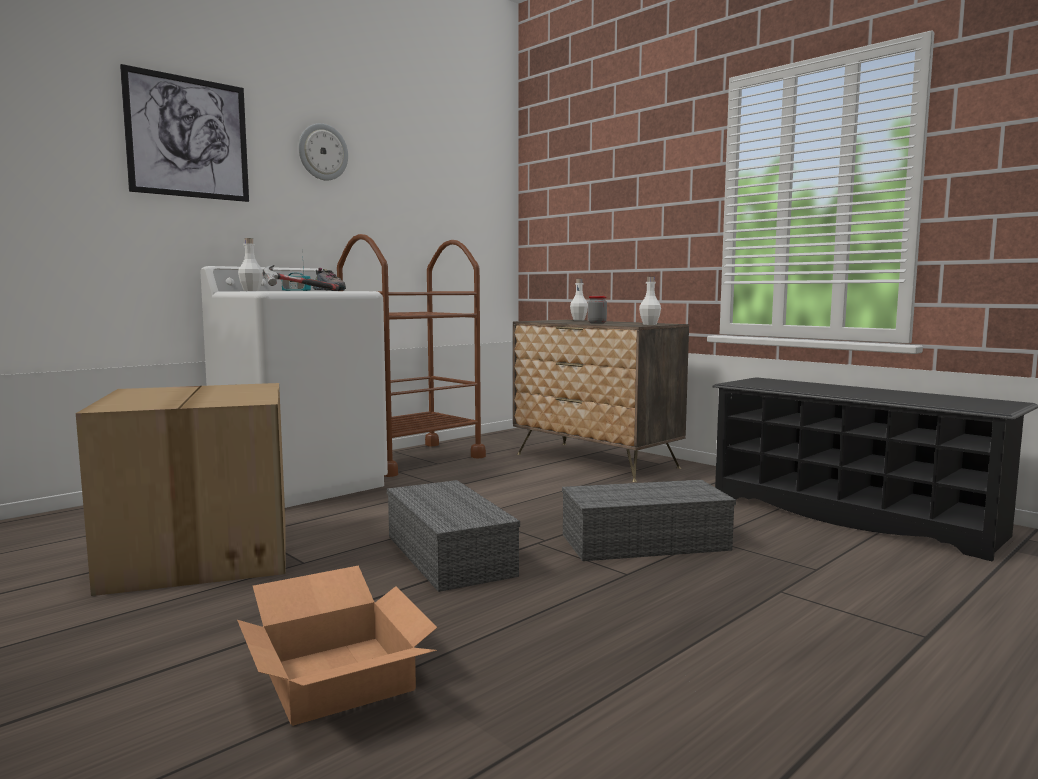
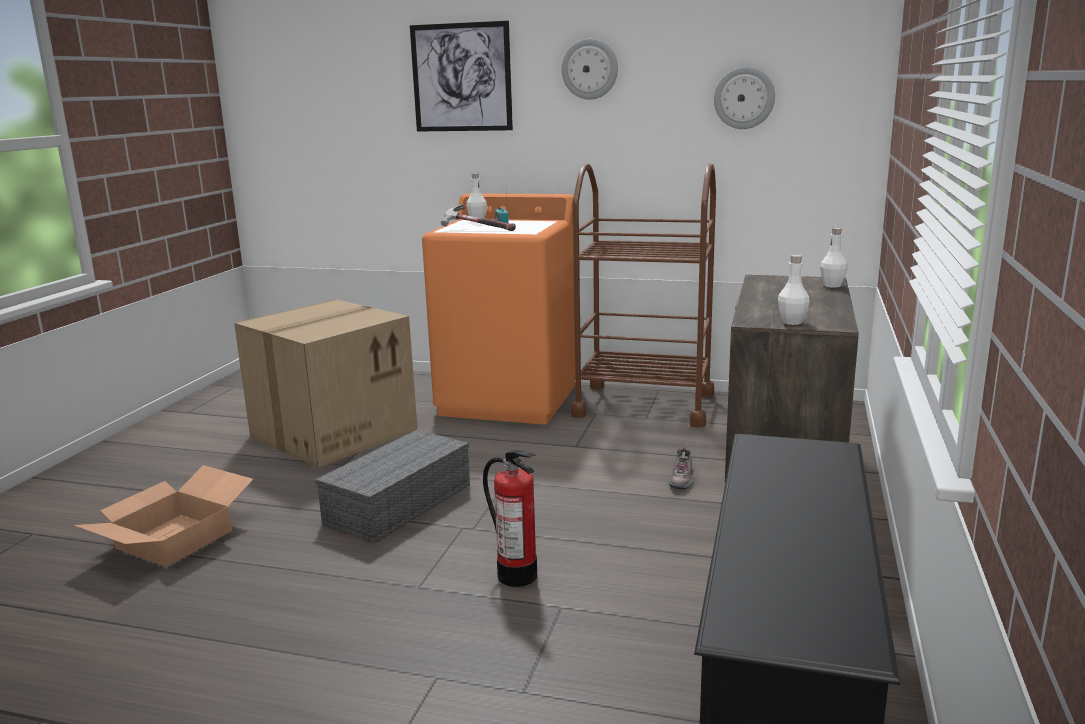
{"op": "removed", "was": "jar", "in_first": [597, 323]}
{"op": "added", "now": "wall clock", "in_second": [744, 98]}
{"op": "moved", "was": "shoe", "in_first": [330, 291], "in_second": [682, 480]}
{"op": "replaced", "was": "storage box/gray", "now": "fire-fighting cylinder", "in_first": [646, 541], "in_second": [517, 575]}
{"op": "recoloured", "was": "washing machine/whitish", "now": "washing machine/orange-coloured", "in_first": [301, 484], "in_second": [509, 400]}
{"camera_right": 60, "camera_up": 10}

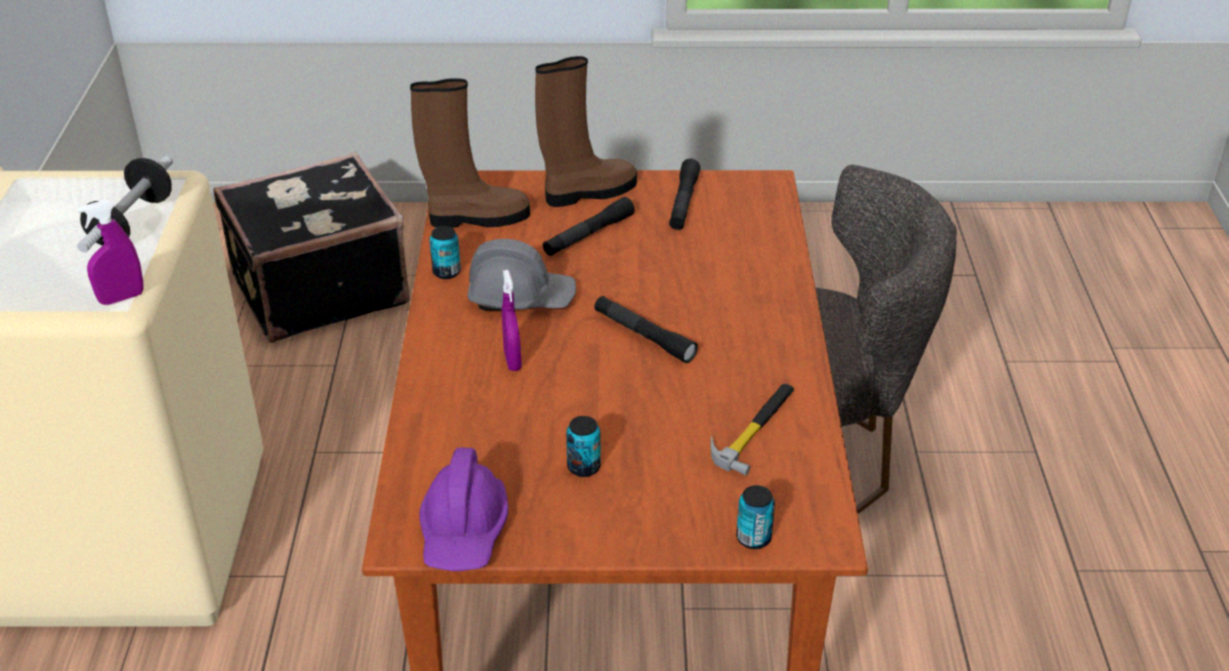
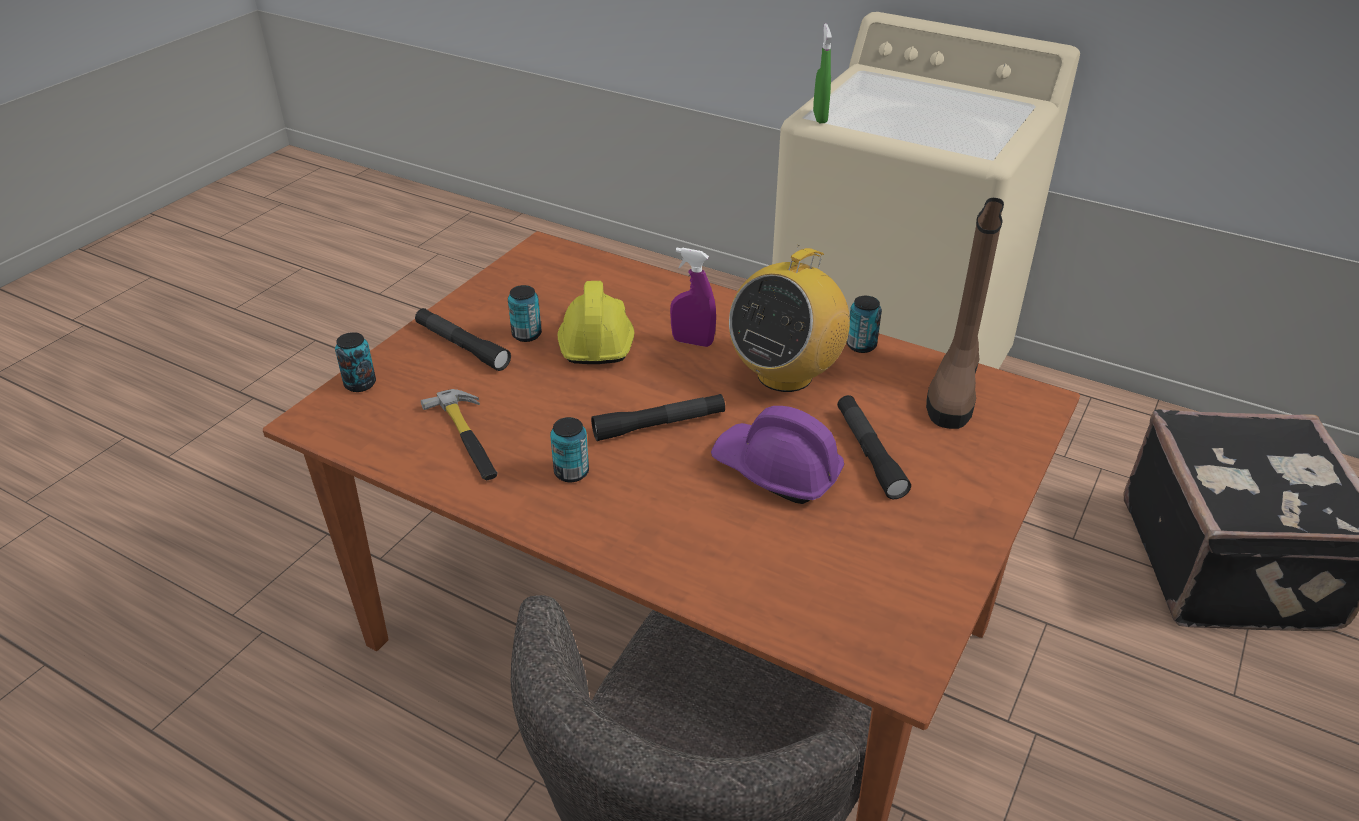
{"op": "removed", "was": "hand weight", "in_first": [132, 223]}
{"op": "removed", "was": "tall boot/brown-coloured", "in_first": [588, 192]}
{"op": "added", "now": "metal can", "in_second": [571, 472]}
{"op": "added", "now": "work helmet/yellow", "in_second": [596, 339]}
{"op": "moved", "was": "work helmet/purple-coloured", "in_first": [464, 530], "in_second": [776, 471]}
{"op": "moved", "was": "flashlight/black-coloured", "in_first": [683, 202], "in_second": [462, 346]}
{"op": "replaced", "was": "work helmet/gray", "now": "radio set", "in_first": [521, 297], "in_second": [785, 374]}
{"op": "recoloured", "was": "sprayer/purple-coloured", "now": "sprayer/green", "in_first": [122, 298], "in_second": [820, 117]}
{"camera_right": 120, "camera_up": 0}

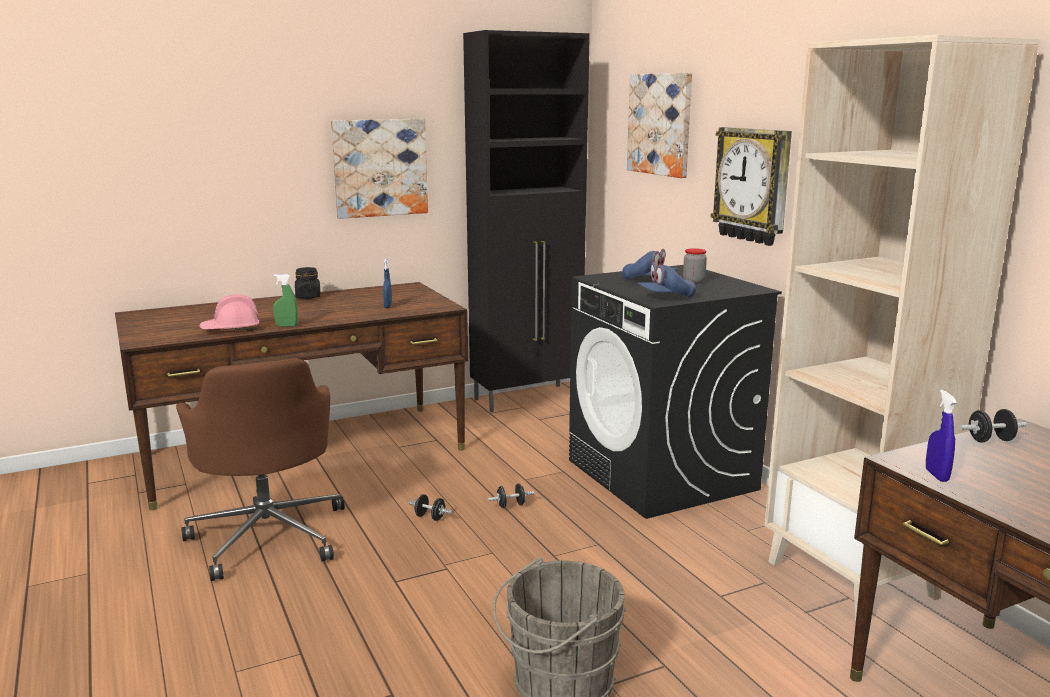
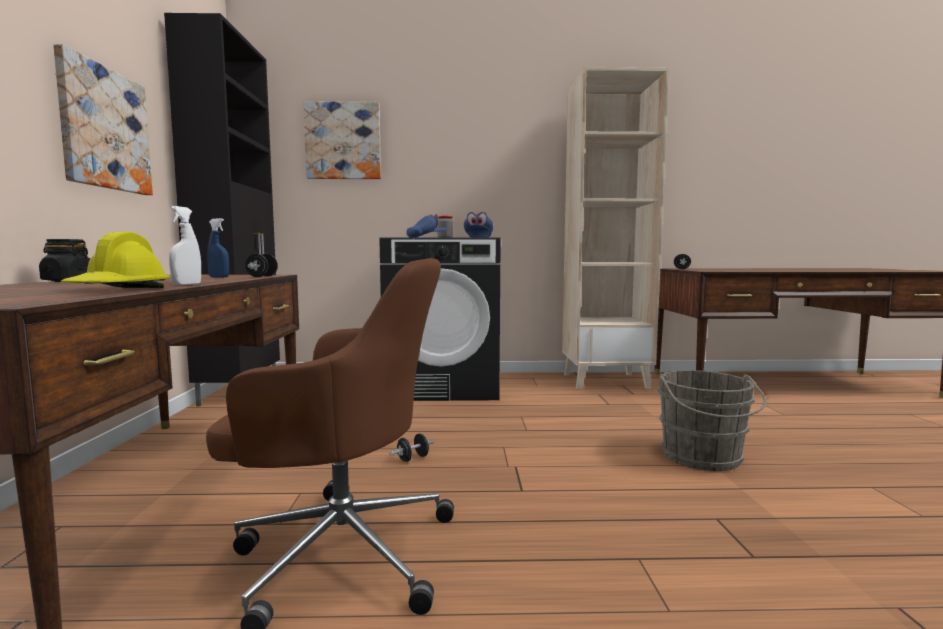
{"op": "removed", "was": "wall clock", "in_first": [753, 185]}
{"op": "removed", "was": "sprayer/blue", "in_first": [936, 475]}
{"op": "moved", "was": "hand weight/black-coloured", "in_first": [511, 505], "in_second": [262, 276]}
{"op": "recoloured", "was": "work helmet/pink-coloured", "now": "work helmet/yellow", "in_first": [231, 329], "in_second": [120, 290]}
{"op": "recoloured", "was": "sprayer/green", "now": "sprayer/whitish", "in_first": [286, 326], "in_second": [186, 284]}
{"camera_right": -65, "camera_up": -10}

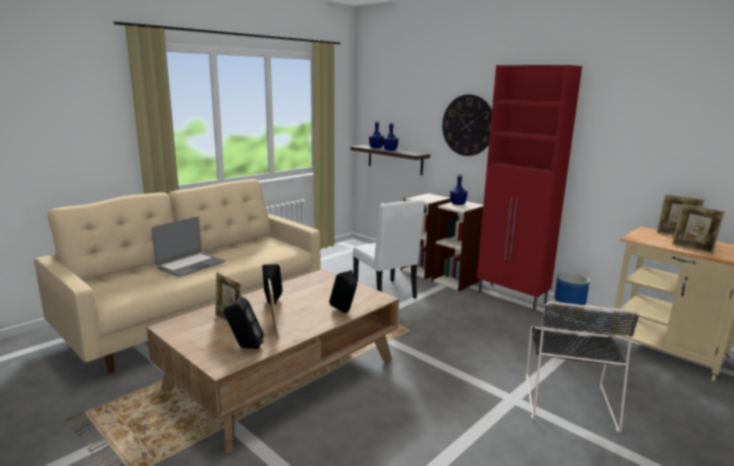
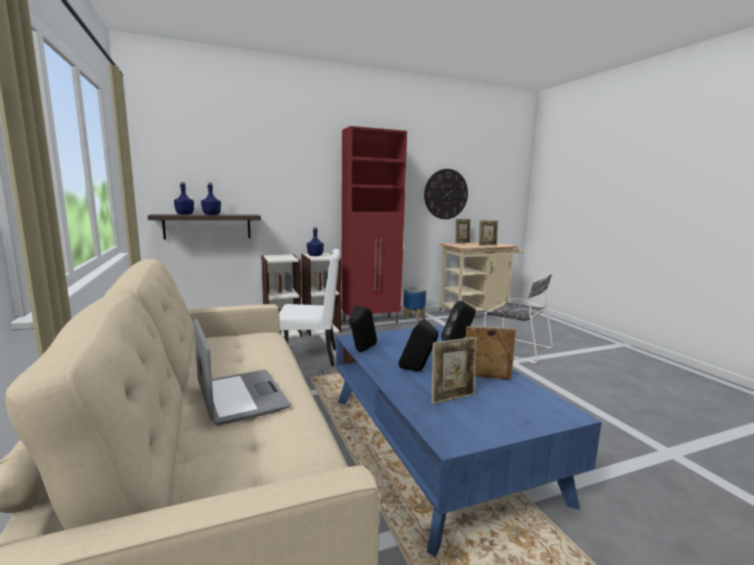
{"op": "moved", "was": "speaker/black-coloured", "in_first": [244, 347], "in_second": [361, 352]}
{"op": "moved", "was": "wall clock", "in_first": [468, 125], "in_second": [446, 194]}
{"op": "recoloured", "was": "low table/brown-coloured", "now": "low table/blue", "in_first": [284, 374], "in_second": [435, 443]}
{"camera_right": -65, "camera_up": -5}

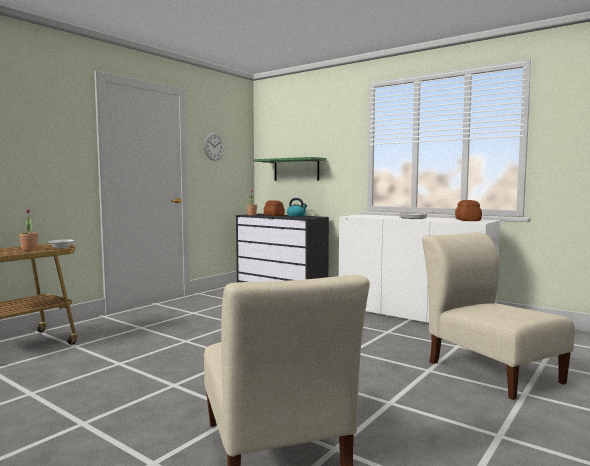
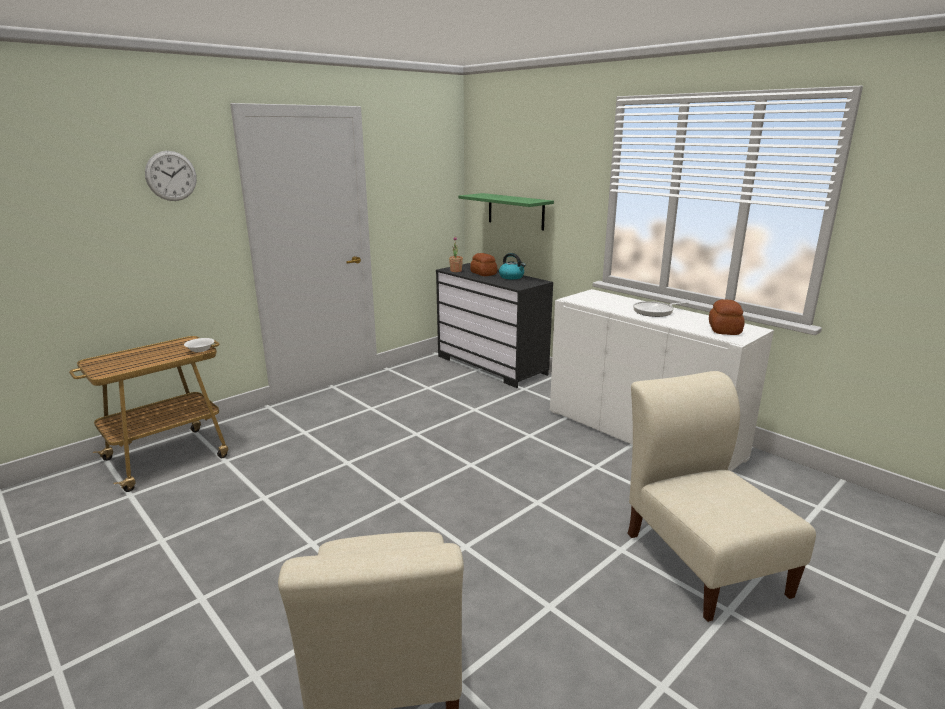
{"op": "removed", "was": "houseplant", "in_first": [29, 249]}
{"op": "moved", "was": "wall clock", "in_first": [214, 146], "in_second": [171, 176]}
{"camera_right": 10, "camera_up": 15}

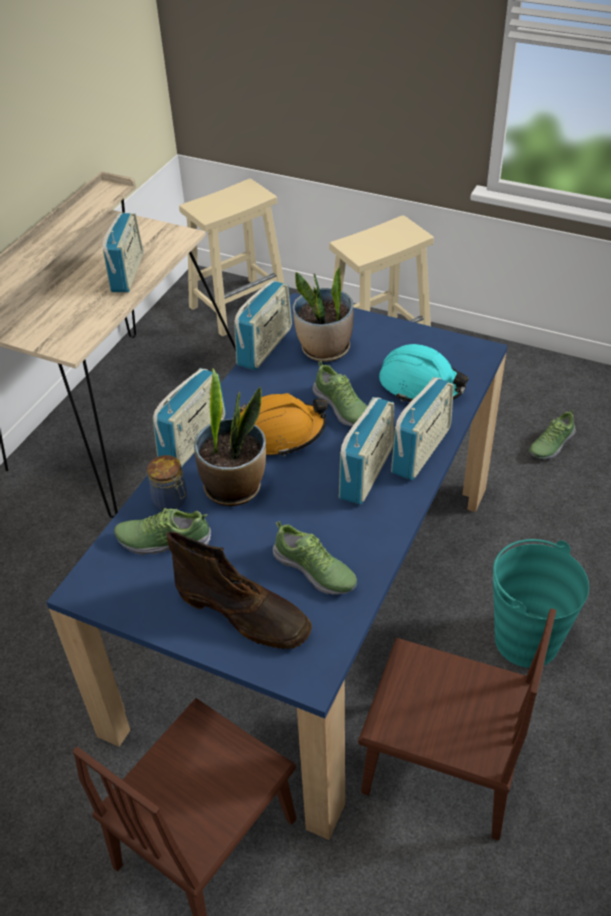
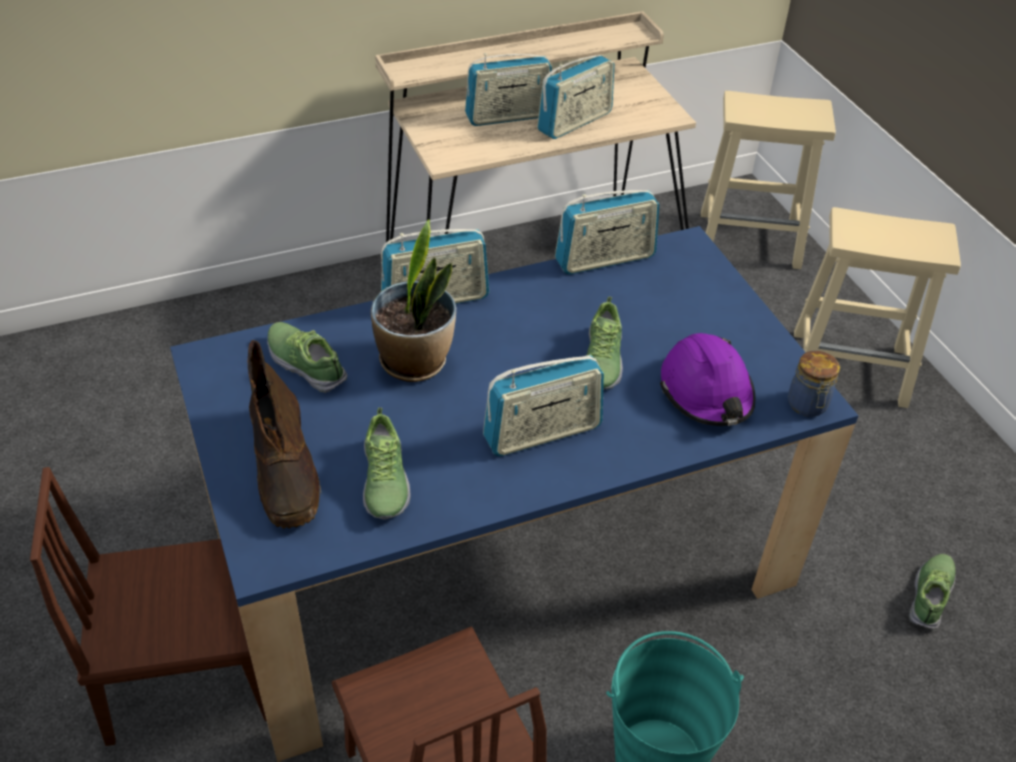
{"op": "removed", "was": "work helmet/orange-coloured", "in_first": [280, 433]}
{"op": "removed", "was": "houseplant", "in_first": [324, 349]}
{"op": "moved", "was": "jar", "in_first": [171, 500], "in_second": [807, 405]}
{"op": "moved", "was": "radio set", "in_first": [421, 450], "in_second": [508, 116]}
{"op": "recoloured", "was": "work helmet/turquoise", "now": "work helmet/purple-coloured", "in_first": [421, 385], "in_second": [706, 392]}
{"op": "turned", "was": "shoe", "in_first": [550, 444], "in_second": [931, 596], "clockwise": 120}
{"camera_right": 40, "camera_up": 0}

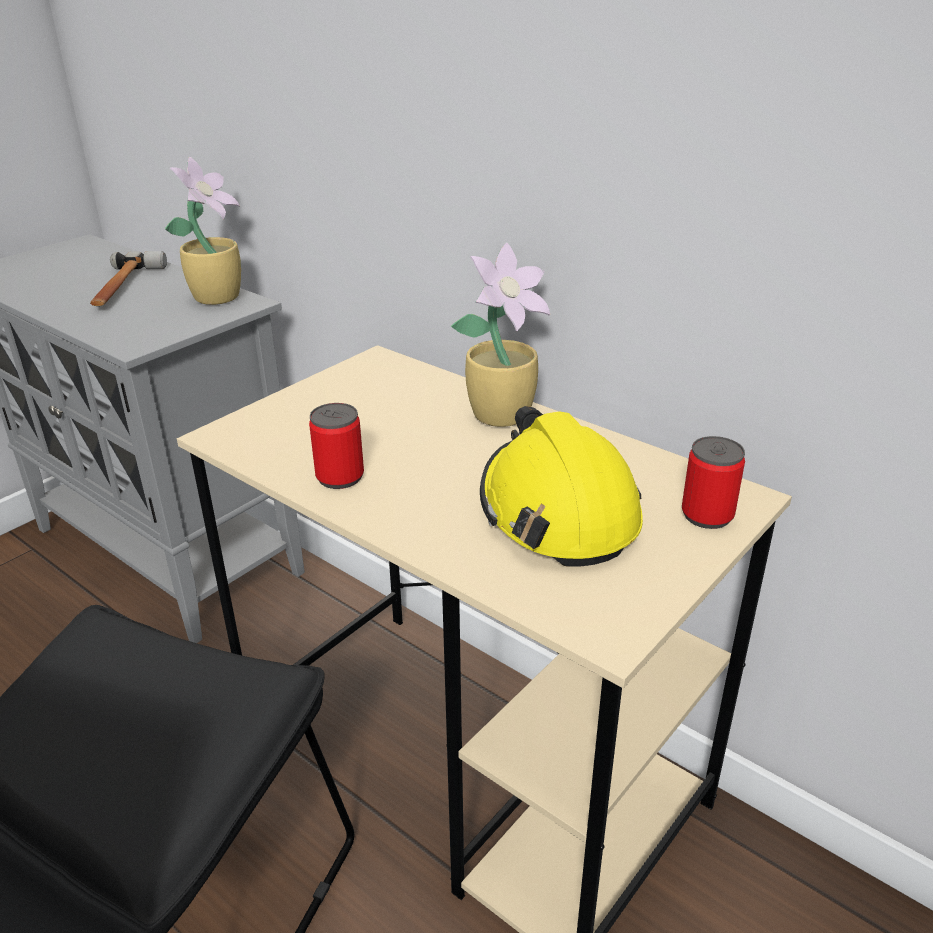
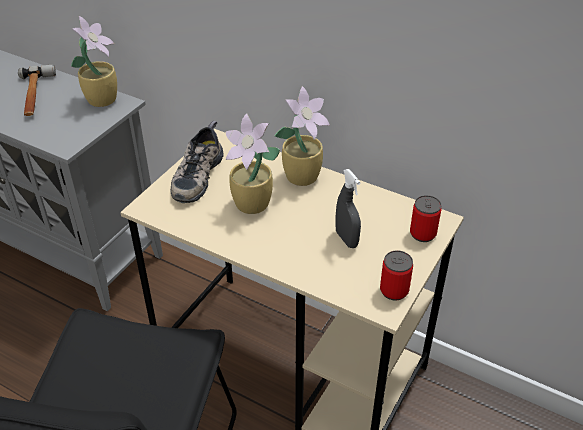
{"op": "added", "now": "shoe", "in_second": [196, 174]}
{"op": "added", "now": "houseplant", "in_second": [253, 205]}
{"op": "moved", "was": "metal can", "in_first": [340, 477], "in_second": [394, 290]}
{"op": "replaced", "was": "work helmet/yellow", "now": "sprayer/gray", "in_first": [557, 510], "in_second": [346, 239]}
{"camera_right": -10, "camera_up": 10}

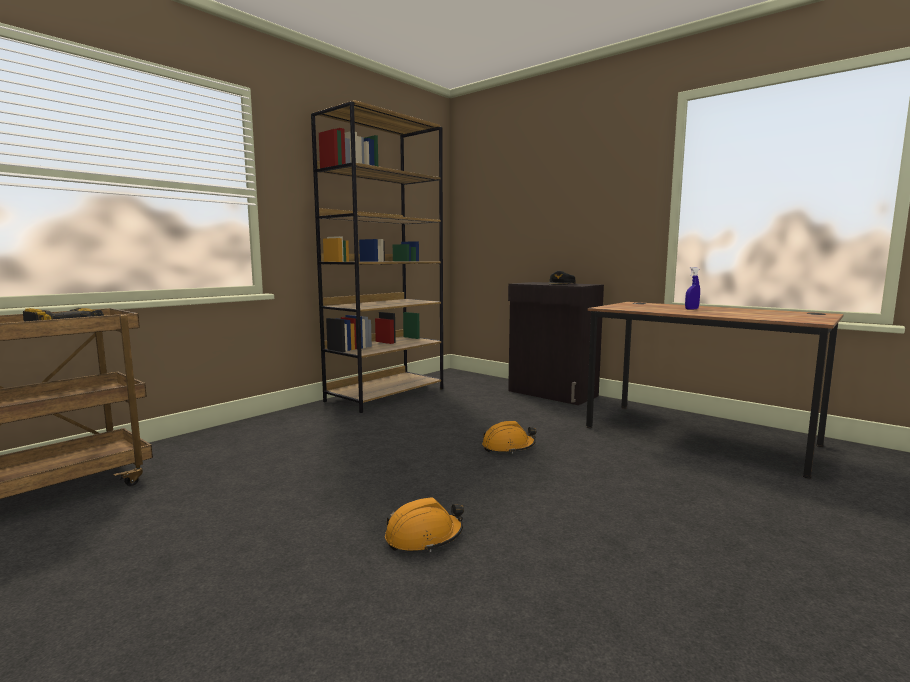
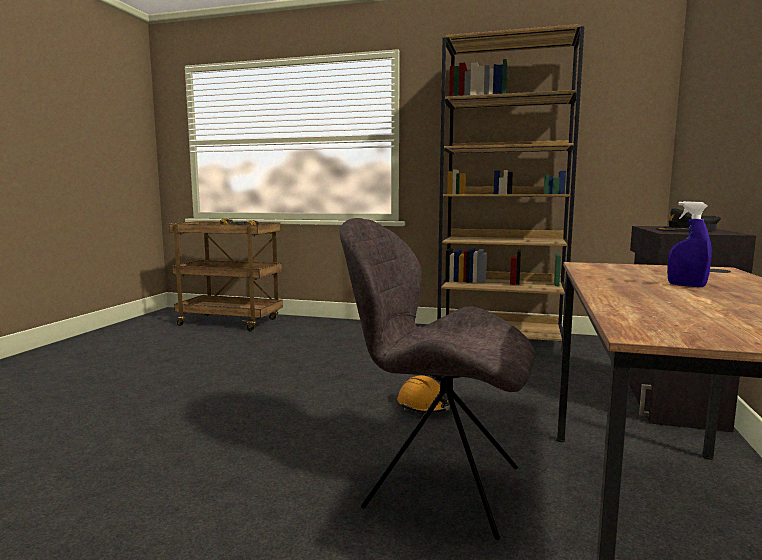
{"op": "removed", "was": "work helmet/orange-coloured", "in_first": [424, 537]}
{"op": "added", "now": "upright chair/gray", "in_second": [437, 485]}
{"camera_right": 65, "camera_up": 0}

